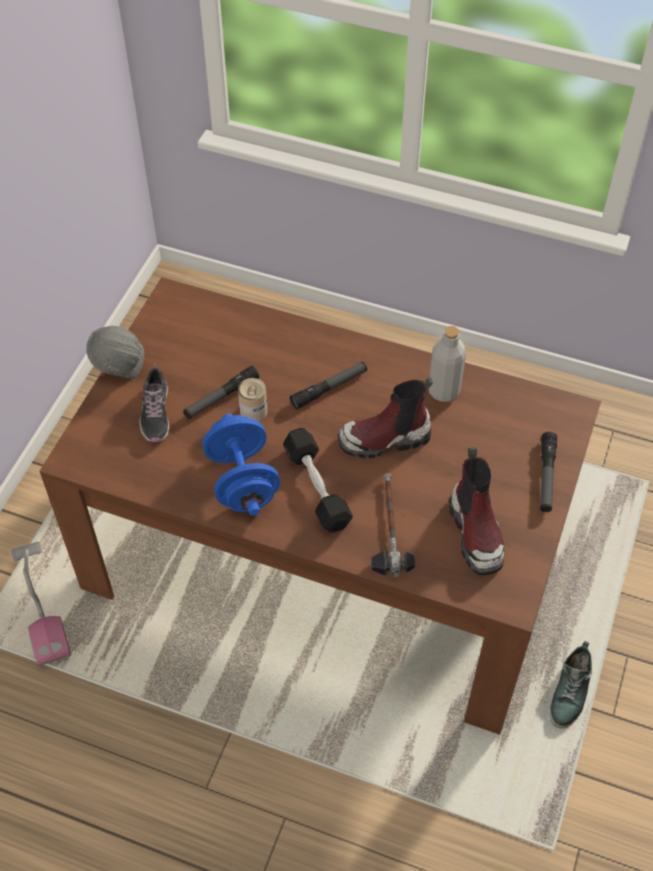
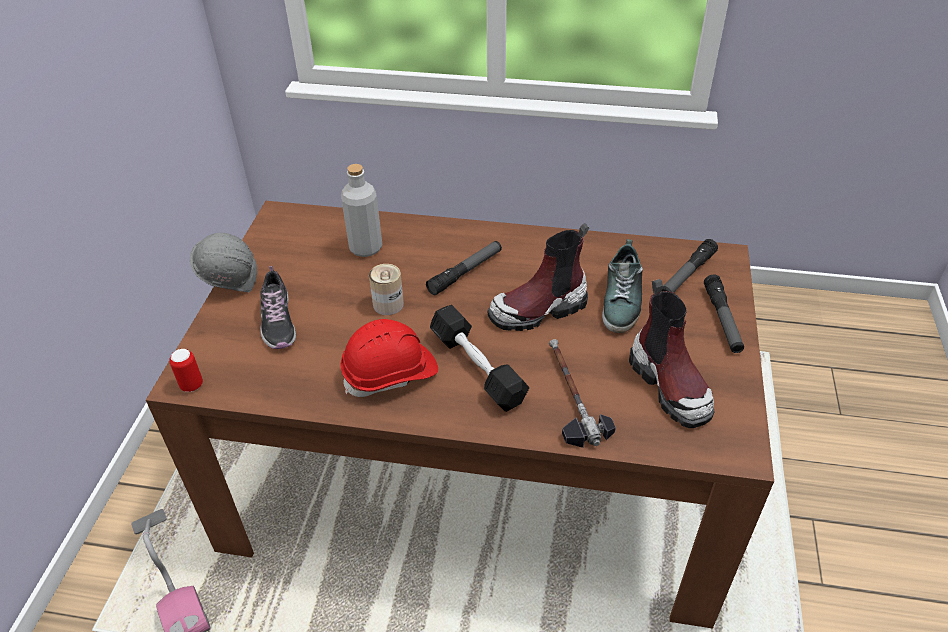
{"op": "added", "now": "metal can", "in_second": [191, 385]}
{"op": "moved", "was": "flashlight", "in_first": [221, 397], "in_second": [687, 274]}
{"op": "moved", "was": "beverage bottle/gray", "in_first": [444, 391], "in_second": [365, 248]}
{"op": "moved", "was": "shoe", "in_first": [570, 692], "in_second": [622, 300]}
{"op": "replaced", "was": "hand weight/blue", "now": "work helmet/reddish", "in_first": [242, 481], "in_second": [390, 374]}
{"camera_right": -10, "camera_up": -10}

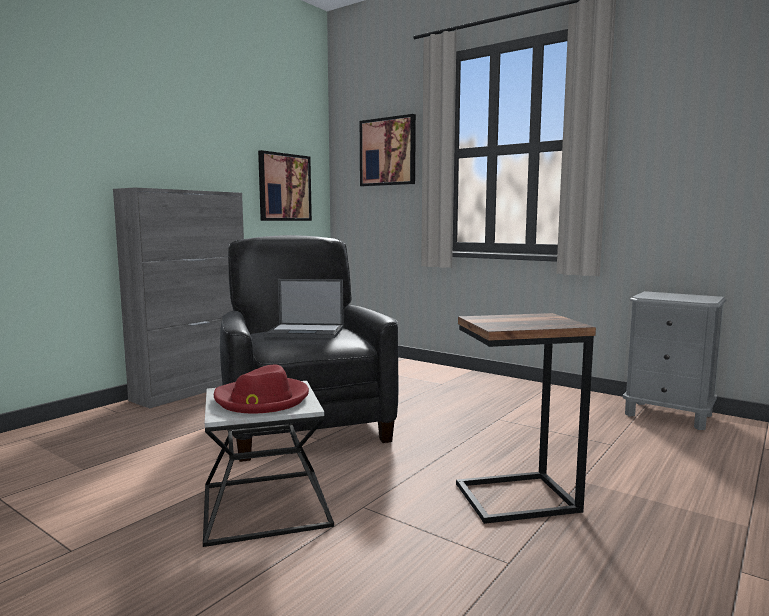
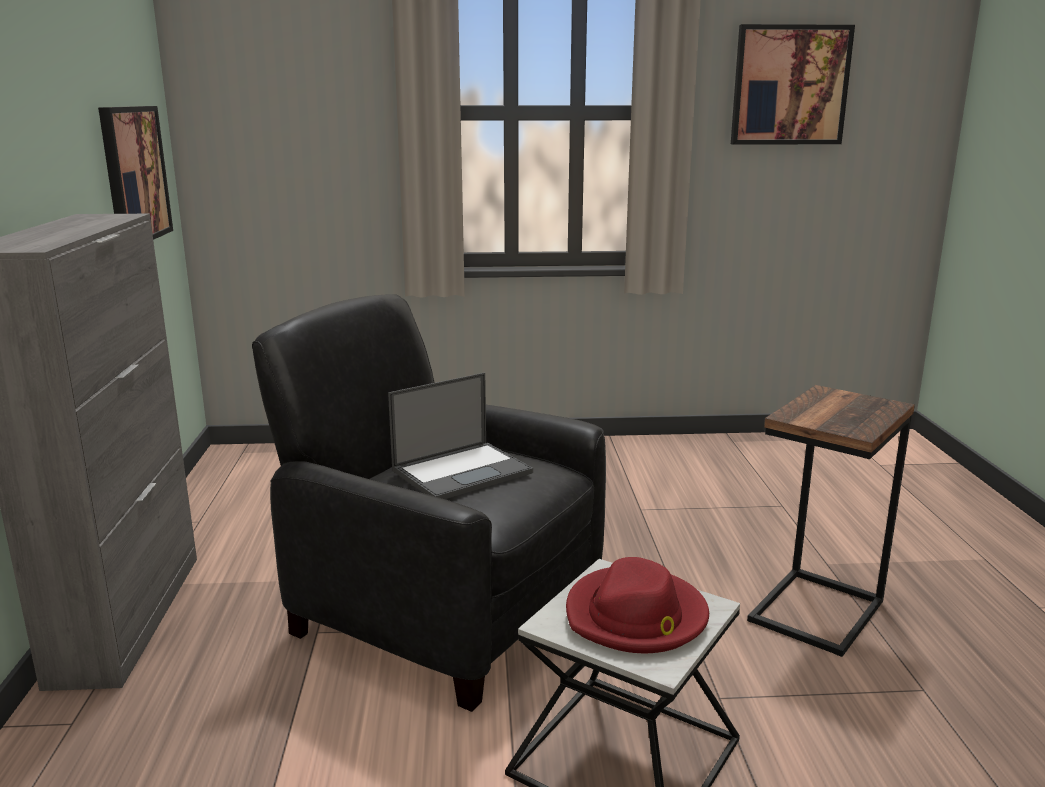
{"op": "removed", "was": "night table/gray", "in_first": [668, 415]}
{"op": "moved", "was": "wall picture", "in_first": [388, 152], "in_second": [790, 85]}
{"camera_right": -40, "camera_up": 10}

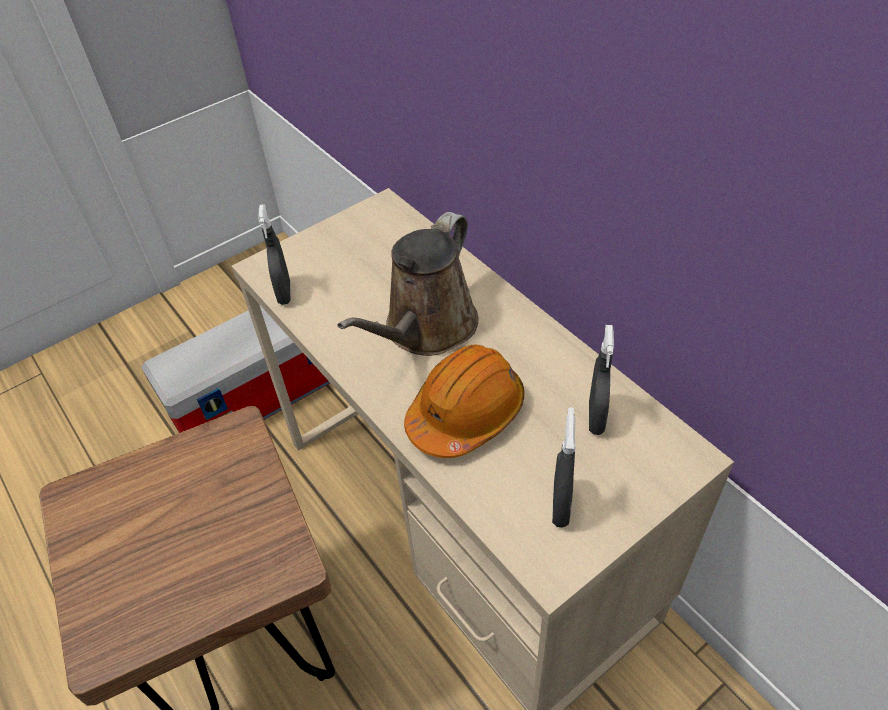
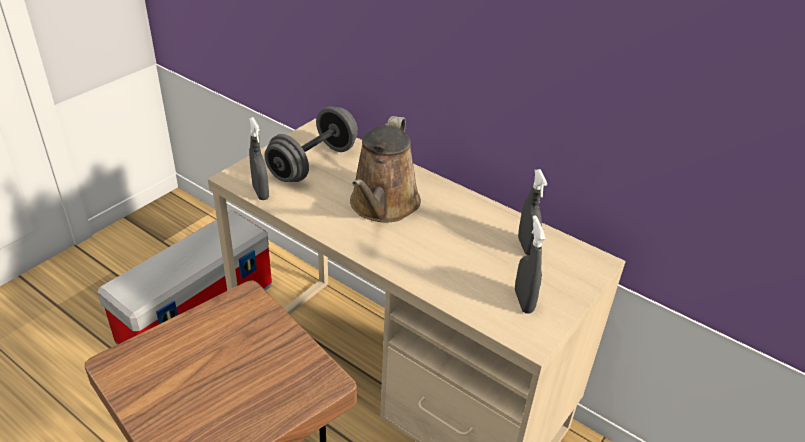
{"op": "removed", "was": "work helmet/orange-coloured", "in_first": [466, 413]}
{"op": "added", "now": "hand weight/gray", "in_second": [313, 163]}
{"camera_right": -20, "camera_up": -10}

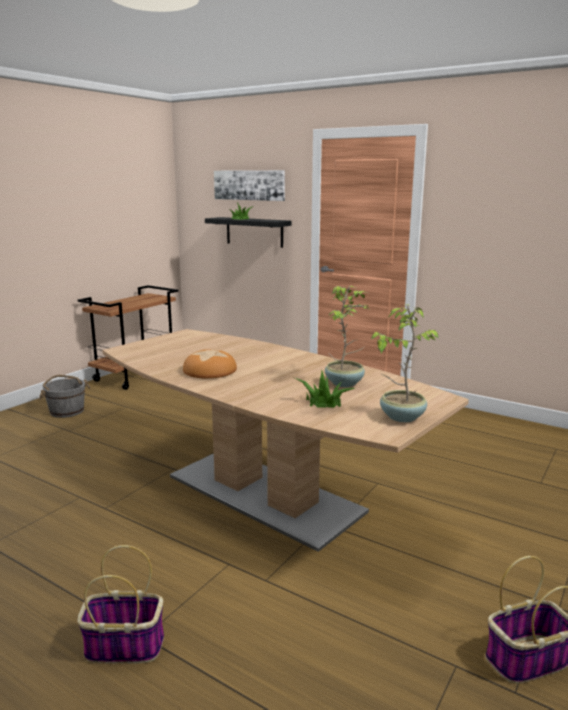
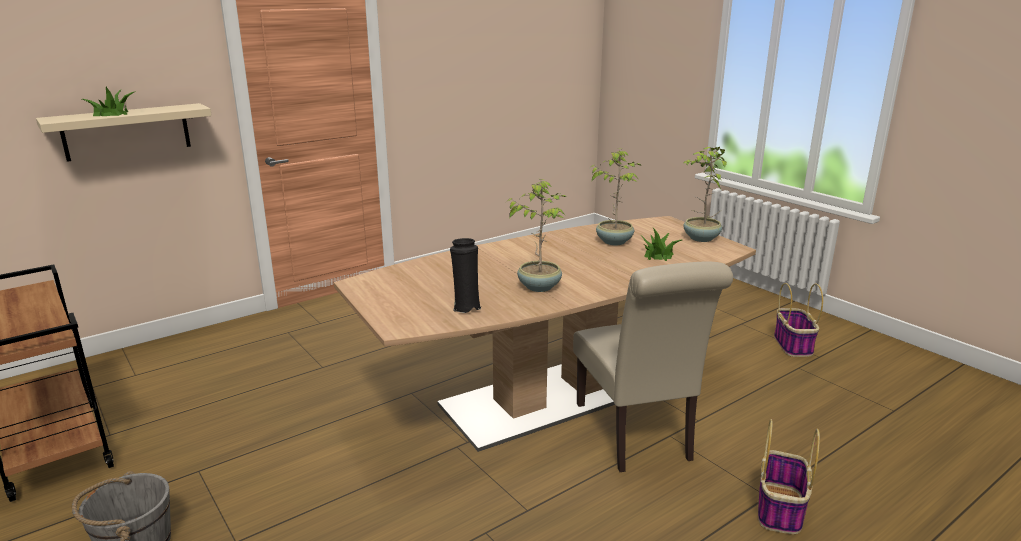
{"op": "removed", "was": "wall picture", "in_first": [249, 185]}
{"op": "added", "now": "vase/black-coloured", "in_second": [466, 307]}
{"op": "added", "now": "upright chair/beige", "in_second": [636, 437]}
{"op": "replaced", "was": "bakery bread", "now": "houseplant", "in_first": [209, 371], "in_second": [539, 286]}
{"op": "recoloured", "was": "wall shelf/black-coloured", "now": "wall shelf/beige", "in_first": [254, 232], "in_second": [127, 132]}
{"camera_right": -70, "camera_up": 5}

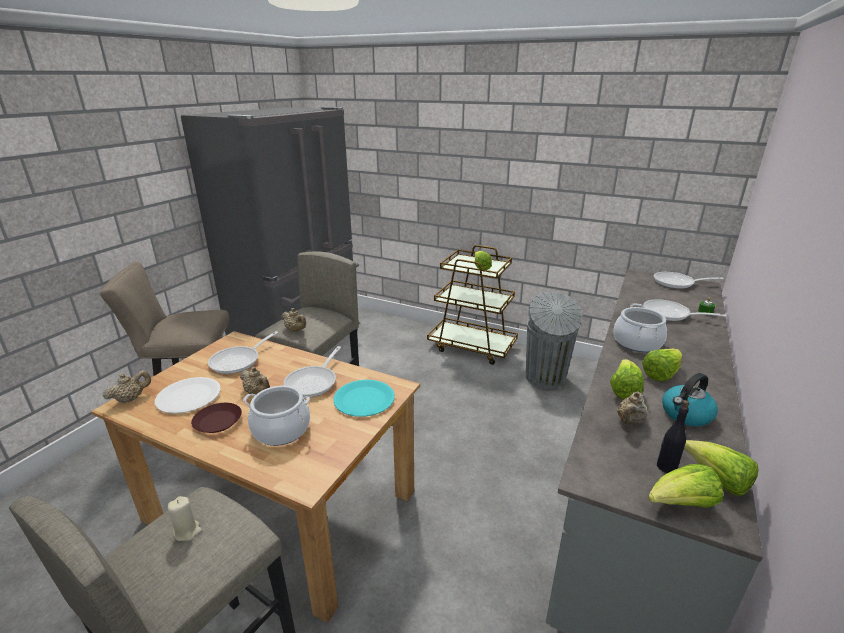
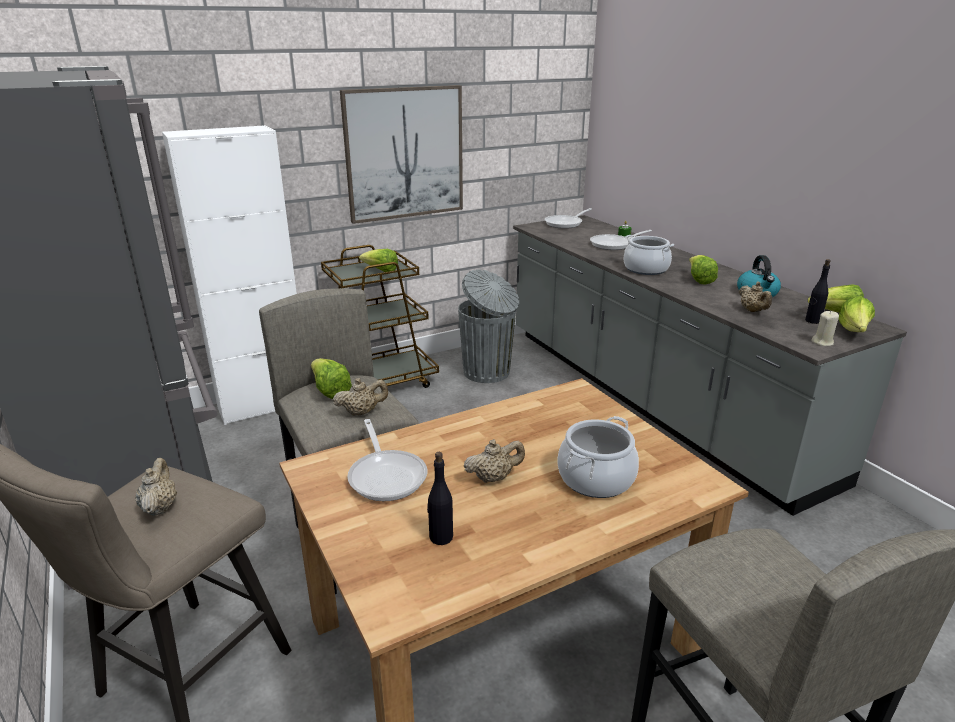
{"op": "removed", "was": "dinner plate/brown-coloured", "in_first": [218, 421]}
{"op": "removed", "was": "skillet", "in_first": [314, 382]}
{"op": "removed", "was": "dinner plate/turquoise", "in_first": [364, 399]}
{"op": "added", "now": "cupboard/whitish", "in_second": [264, 405]}
{"op": "added", "now": "wall picture", "in_second": [404, 153]}
{"op": "moved", "was": "tea pot/beige", "in_first": [131, 399], "in_second": [160, 507]}
{"op": "moved", "was": "wax candle/beige", "in_first": [187, 531], "in_second": [822, 342]}
{"op": "moved", "was": "head of lettuce", "in_first": [623, 390], "in_second": [329, 391]}
{"op": "replaced", "was": "dinner plate/whitish", "now": "beverage bottle/black-coloured", "in_first": [188, 397], "in_second": [440, 537]}
{"camera_right": -55, "camera_up": 0}

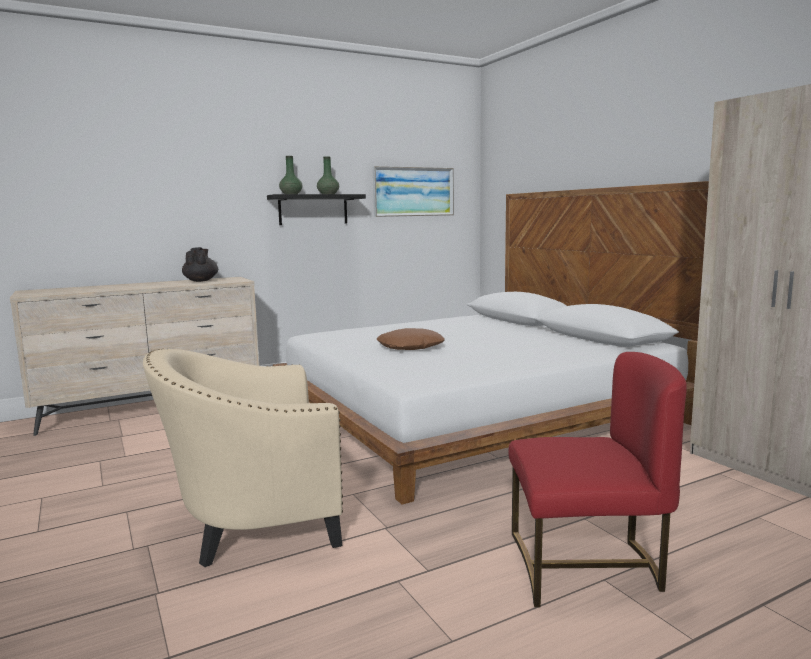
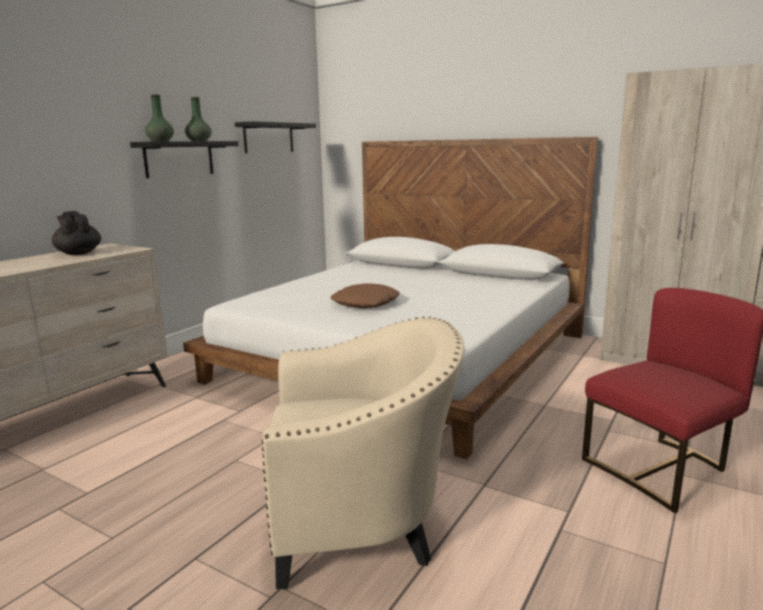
{"op": "replaced", "was": "wall picture", "now": "wall shelf/black-coloured", "in_first": [413, 191], "in_second": [269, 138]}
{"op": "turned", "was": "easy chair/beige", "in_first": [253, 524], "in_second": [363, 523], "clockwise": -135}
{"camera_right": -30, "camera_up": 5}

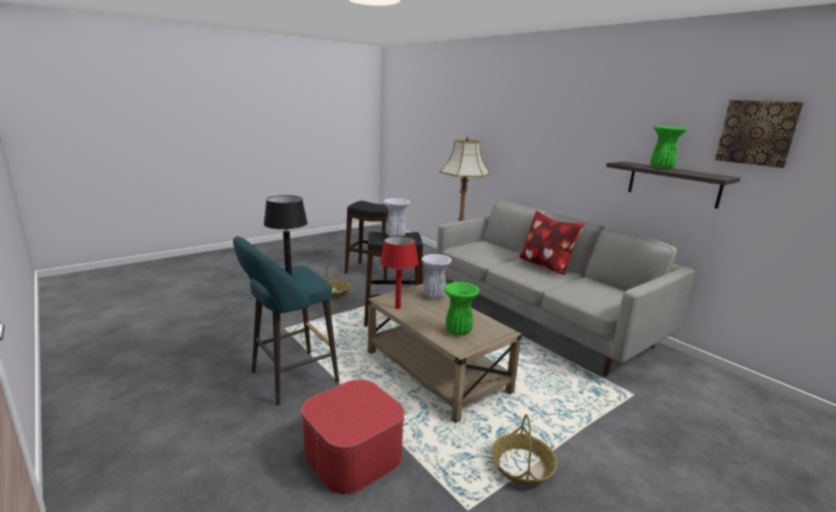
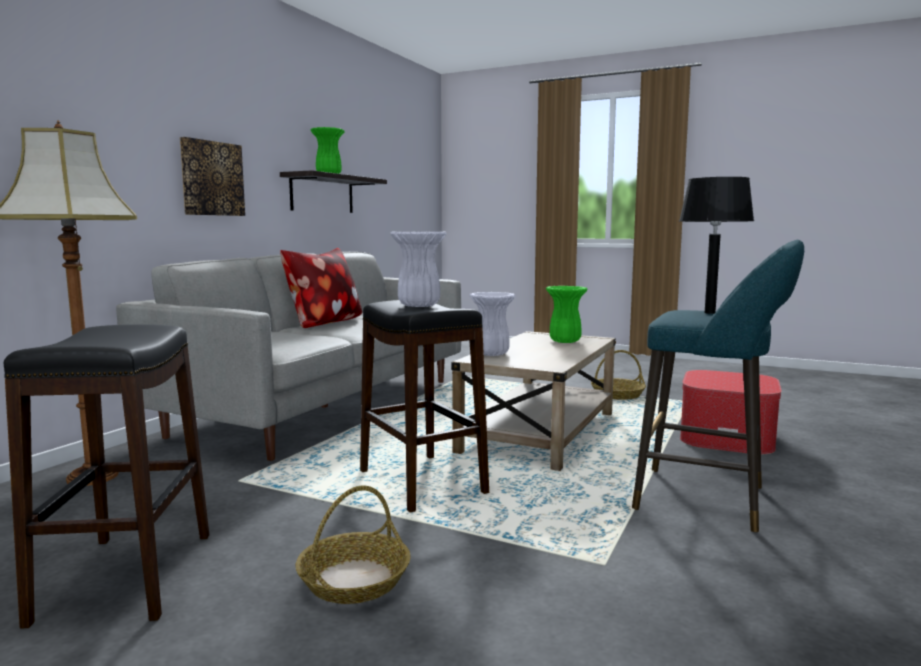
{"op": "removed", "was": "lamp for a table/reddish", "in_first": [397, 308]}
{"op": "moved", "was": "wall picture", "in_first": [757, 133], "in_second": [211, 178]}
{"camera_right": -115, "camera_up": -10}

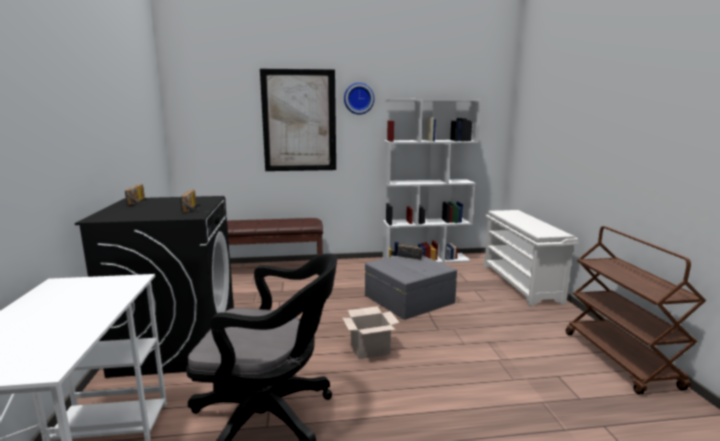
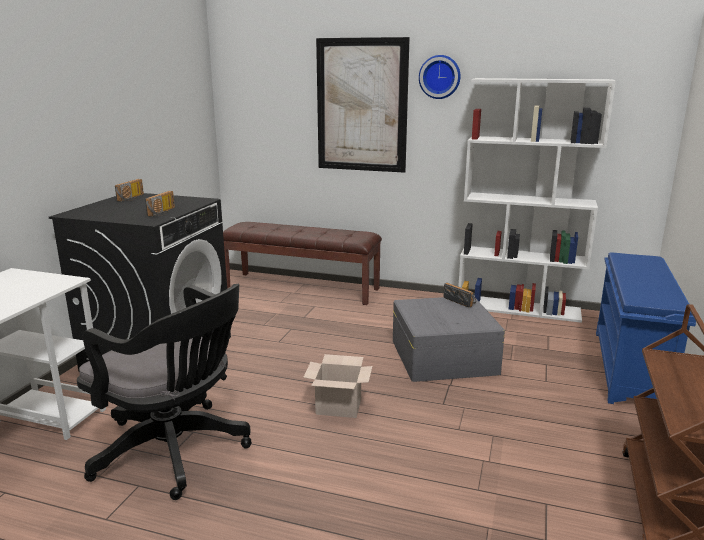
{"op": "recoloured", "was": "shoe shelf/whitish", "now": "shoe shelf/blue", "in_first": [521, 283], "in_second": [630, 369]}
{"camera_right": 25, "camera_up": 5}

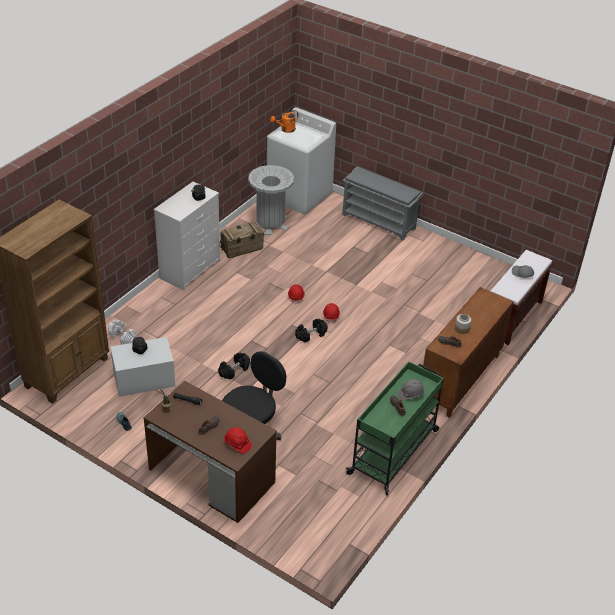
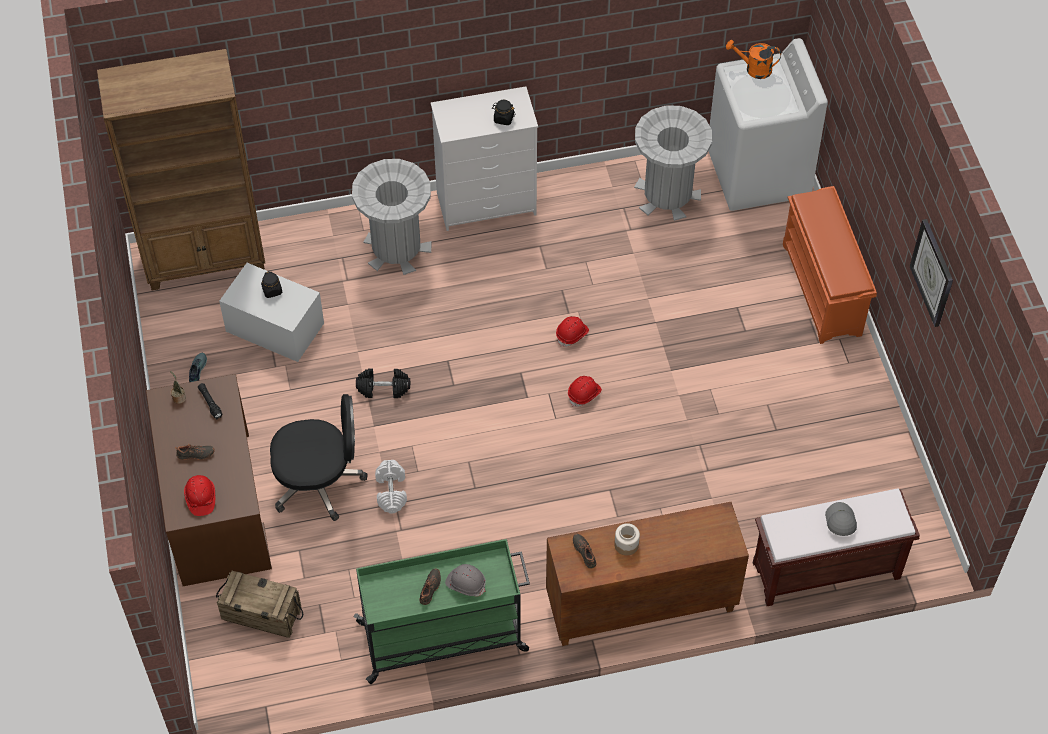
{"op": "removed", "was": "hand weight/black-coloured", "in_first": [311, 335]}
{"op": "added", "now": "rubbish bin/gray", "in_second": [396, 248]}
{"op": "added", "now": "wall clock", "in_second": [933, 272]}
{"op": "moved", "was": "hand weight/whitish", "in_first": [123, 338], "in_second": [391, 492]}
{"op": "moved", "was": "shipping crate", "in_first": [242, 249], "in_second": [261, 614]}
{"op": "recoloured", "was": "shoe shelf/gray", "now": "shoe shelf/orange-coloured", "in_first": [379, 221], "in_second": [823, 290]}
{"camera_right": 45, "camera_up": 15}

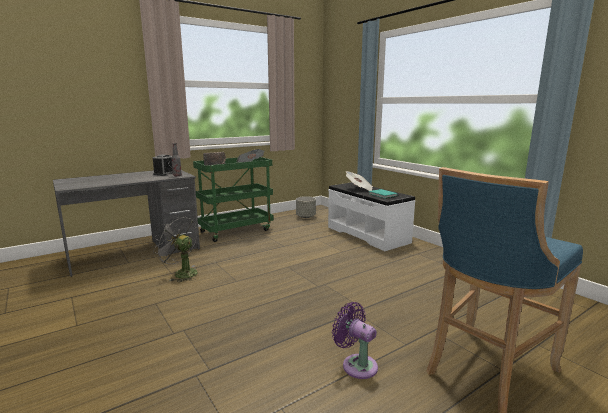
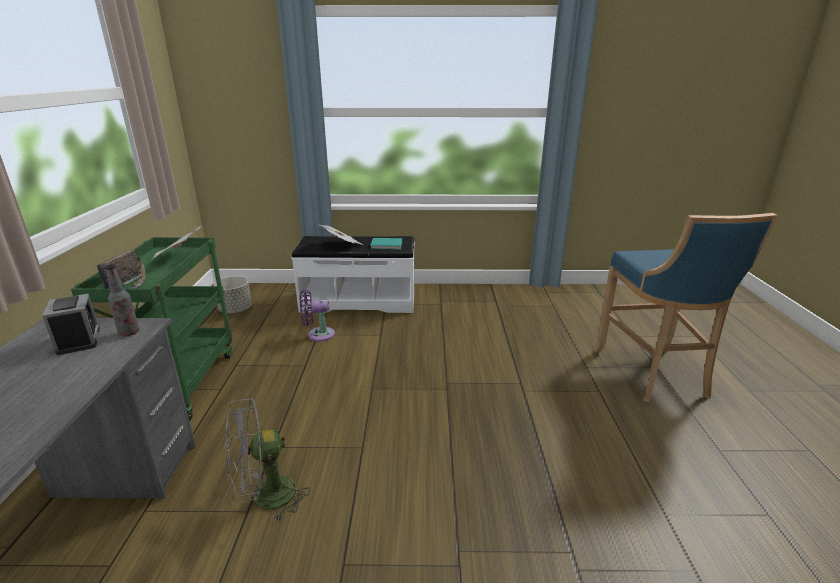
{"op": "moved", "was": "electric fan/purple-coloured", "in_first": [356, 364], "in_second": [318, 335]}
{"camera_right": -55, "camera_up": 10}

